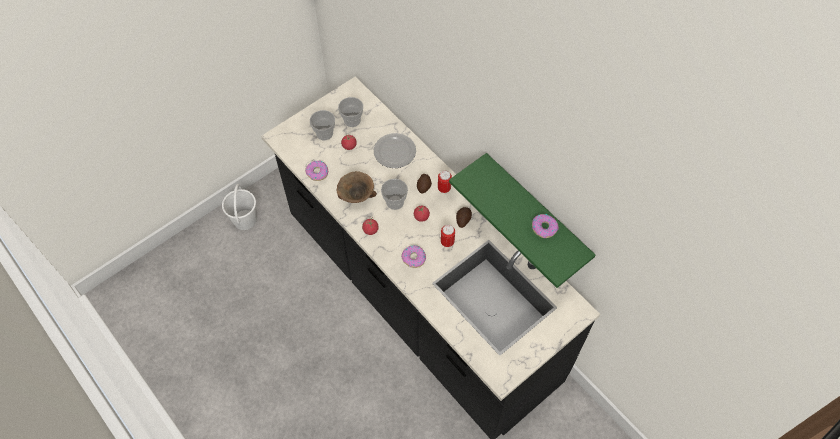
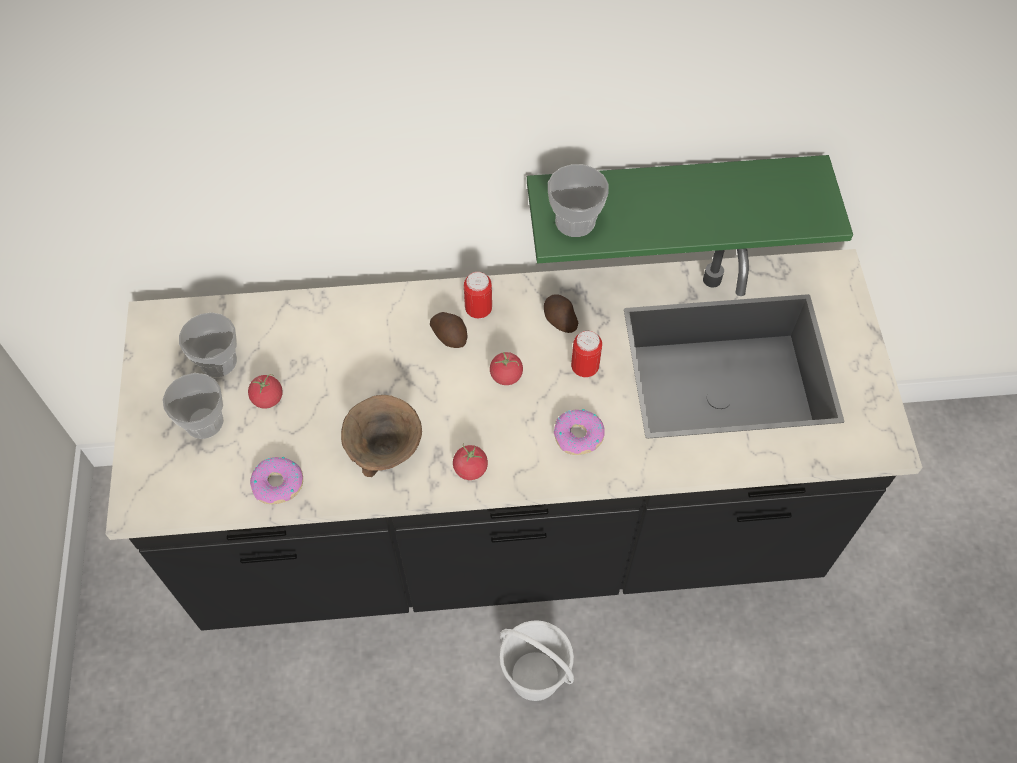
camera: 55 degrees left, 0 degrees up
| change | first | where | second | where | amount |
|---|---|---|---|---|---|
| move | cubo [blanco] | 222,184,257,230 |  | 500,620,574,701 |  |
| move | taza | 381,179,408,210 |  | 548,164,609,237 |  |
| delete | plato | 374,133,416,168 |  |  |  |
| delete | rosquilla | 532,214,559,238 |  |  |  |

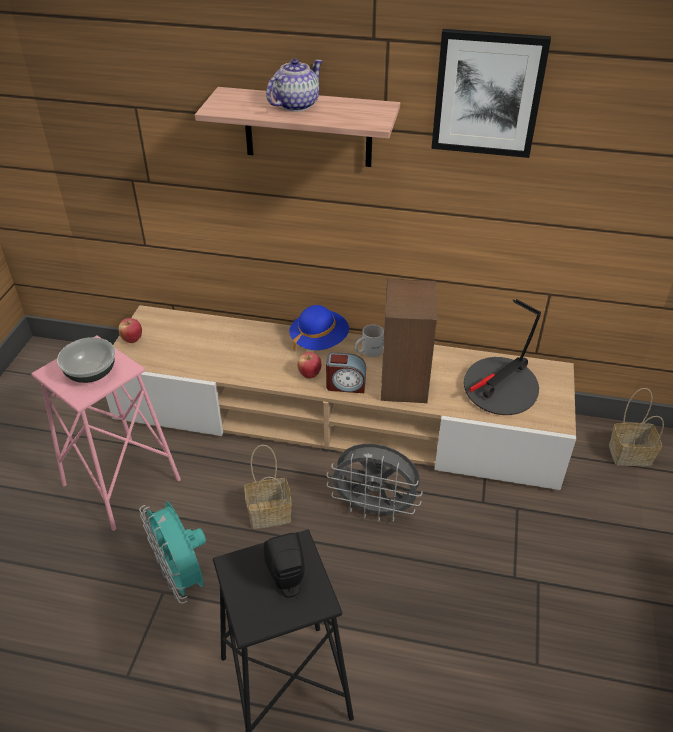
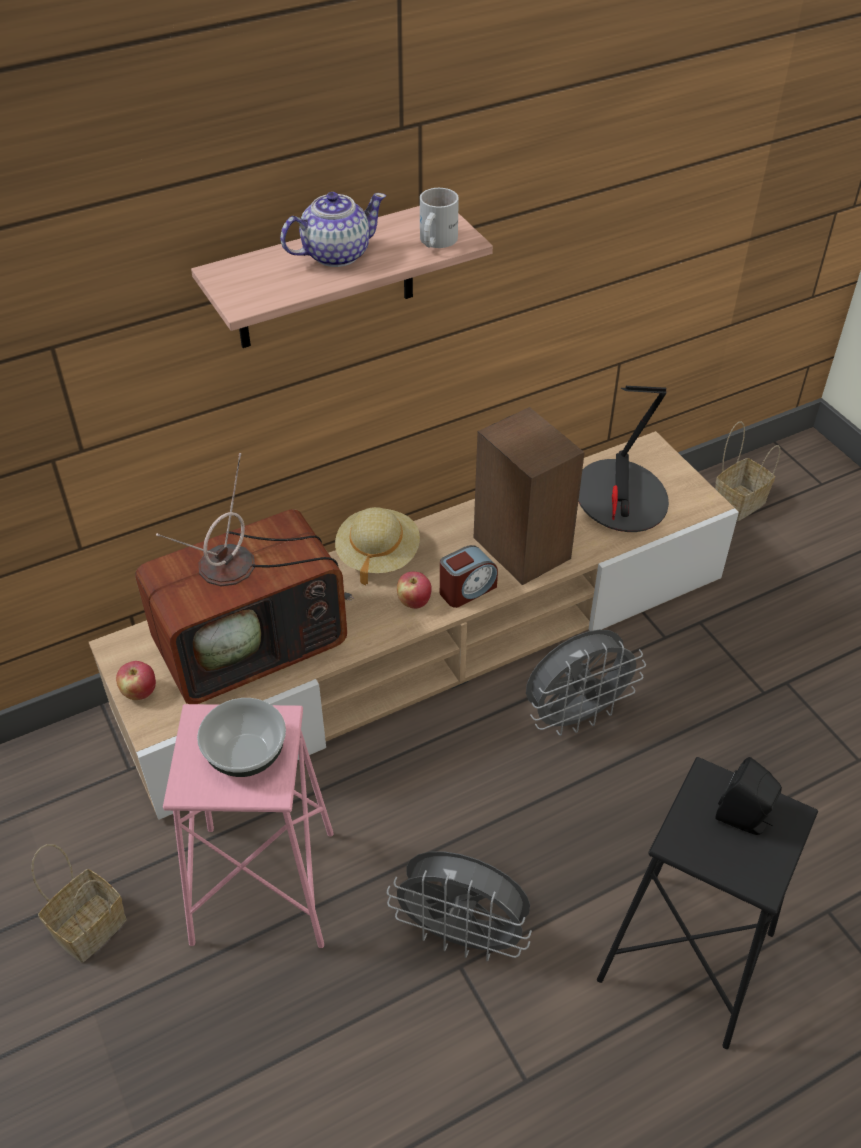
camera: 40 degrees left, 5 degrees up
| change | first | where | second | where | amount |
|---|---|---|---|---|---|
| move | cesta | 244,445,292,529 |  | 31,844,127,963 |  |
| insert |  |  | televisor | 135,453,354,704 |  |
| rotate | tetera | 266,58,322,112 |  | 280,192,386,267 | 60 degrees clockwise |
| recolor | sombrero [azul] | 290,305,349,352 | sombrero [beis] | 335,507,420,586 |  |
| recolor | ventilador [turquesa] | 139,501,206,604 | ventilador [gris] | 387,852,532,962 |  |
| move | taza grande [blanco] | 355,324,384,357 |  | 420,188,459,248 |  |
| delete | cuadro | 431,29,551,158 |  |  |  |

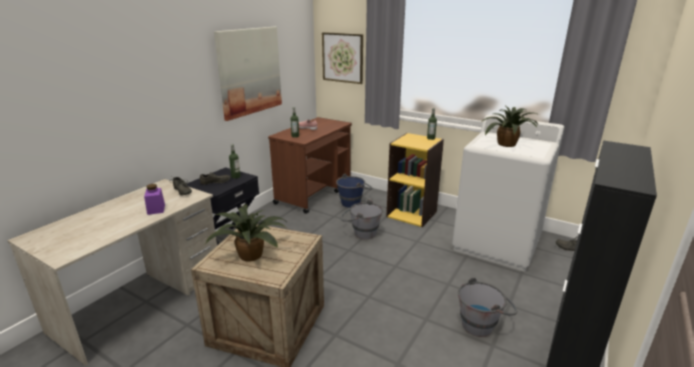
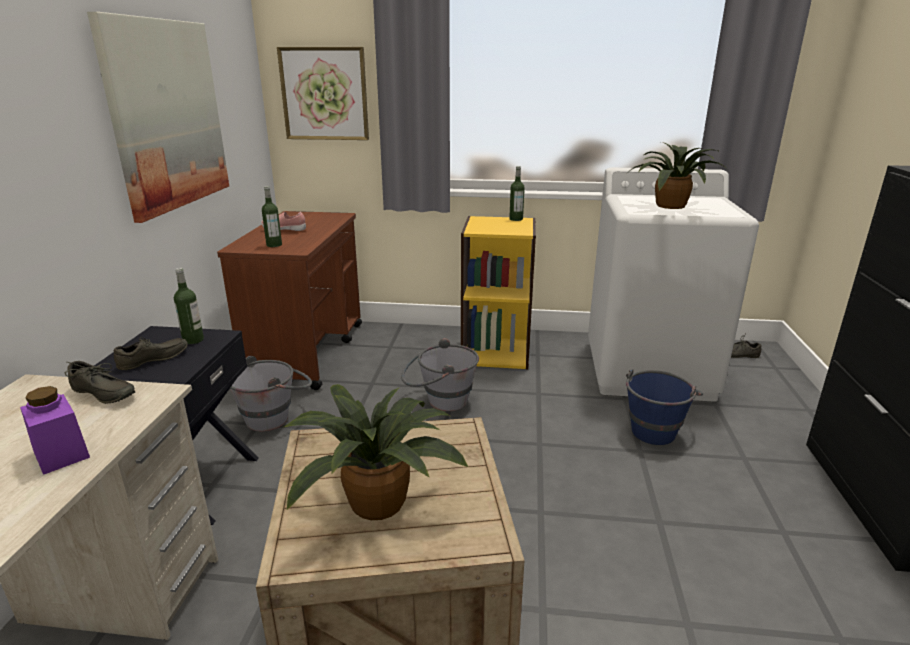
camera: 25 degrees left, 0 degrees up
| change | first | where | second | where | amount |
|---|---|---|---|---|---|
| move | cubo [gris] | 458,277,517,337 |  | 230,356,312,431 |  |
| move | cubo [azul] | 336,174,372,208 |  | 626,369,703,445 |  |

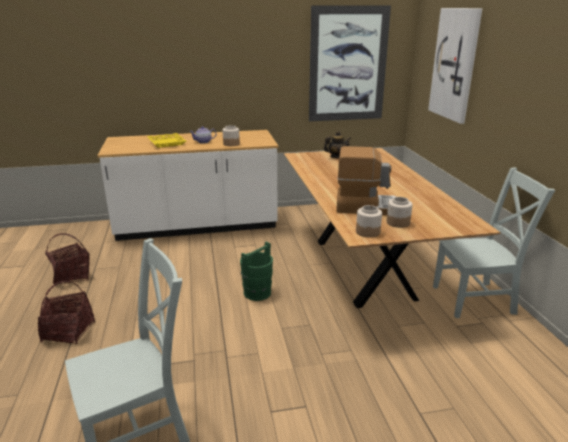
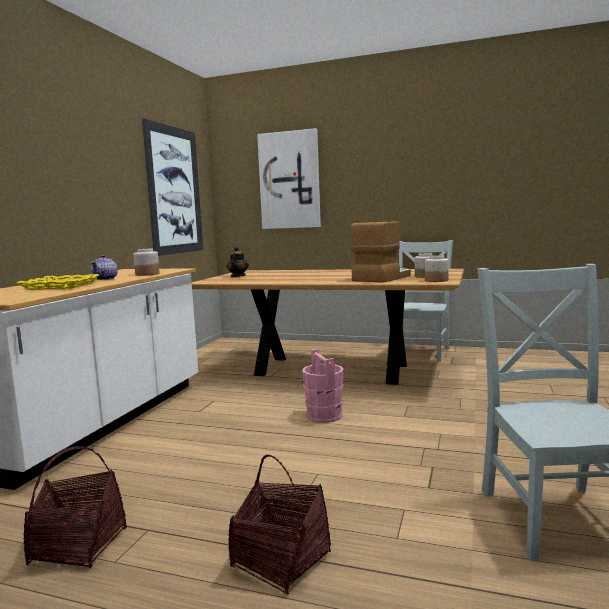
camera: 60 degrees left, 15 degrees down
| change | first | where | second | where | amount |
|---|---|---|---|---|---|
| recolor | cubo [verde] | 240,242,273,301 | cubo [rosa] | 302,349,344,423 |  |

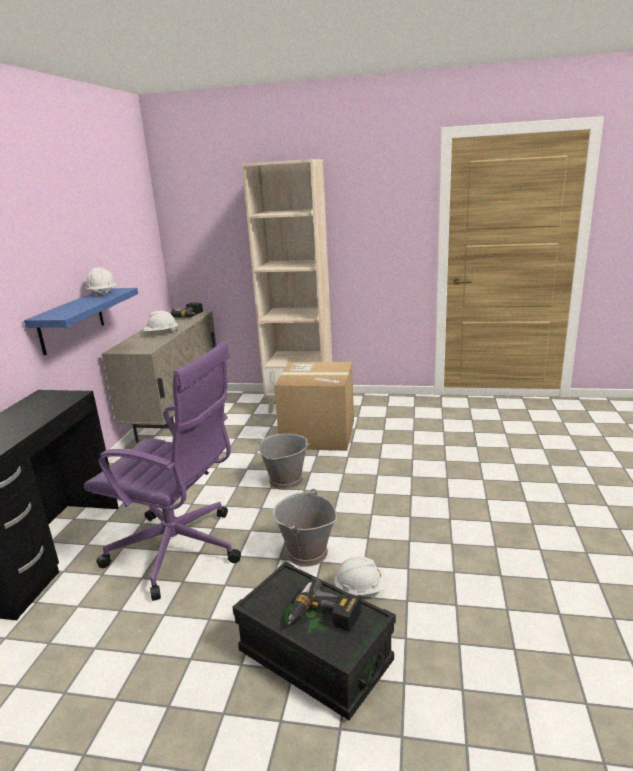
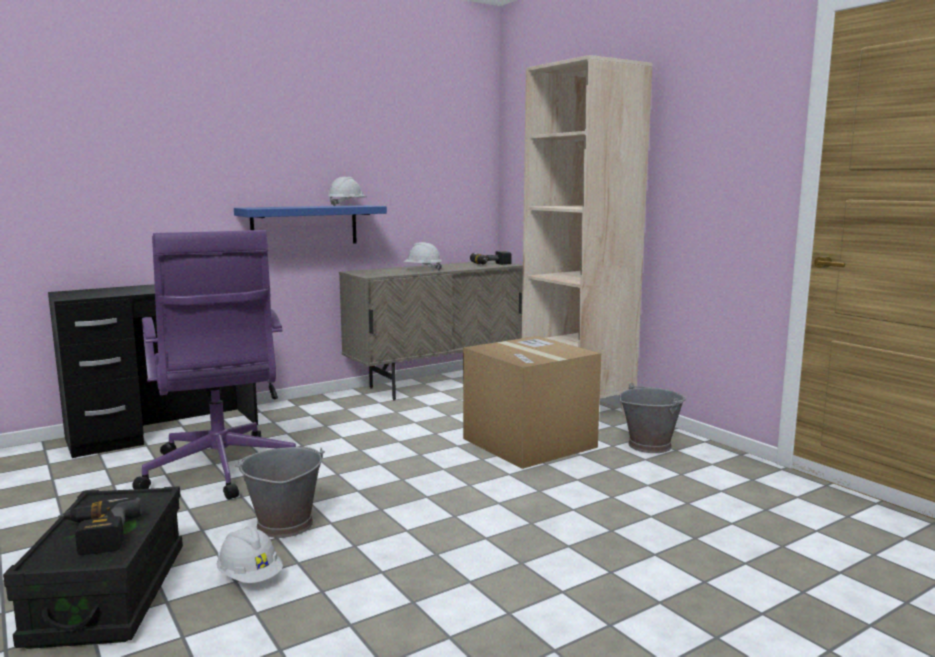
camera: 45 degrees right, 10 degrees down
| change | first | where | second | where | amount |
|---|---|---|---|---|---|
| move | cubo [gris] | 258,434,310,490 |  | 619,383,686,453 |  |

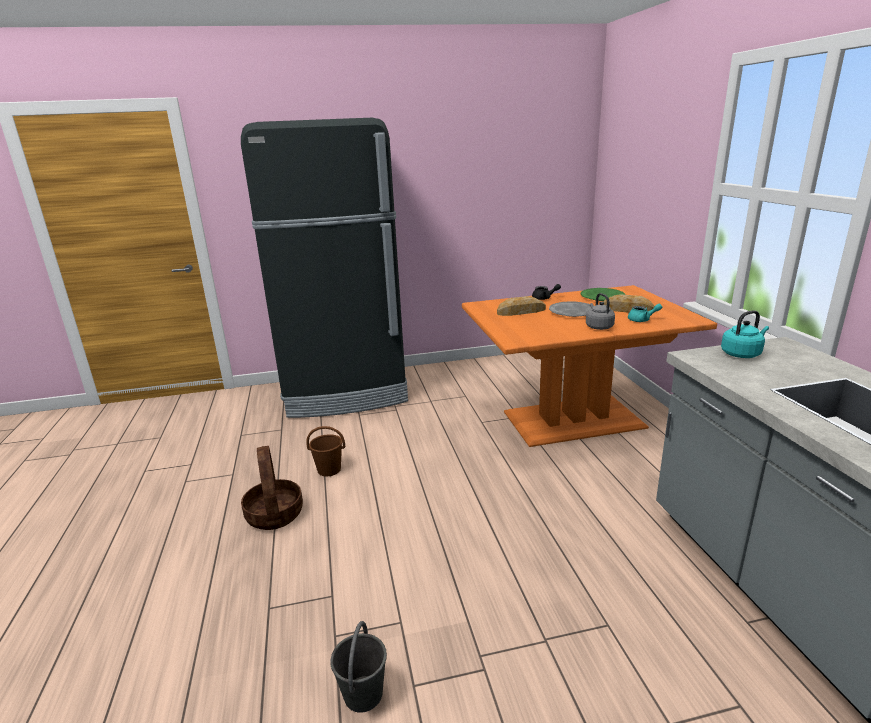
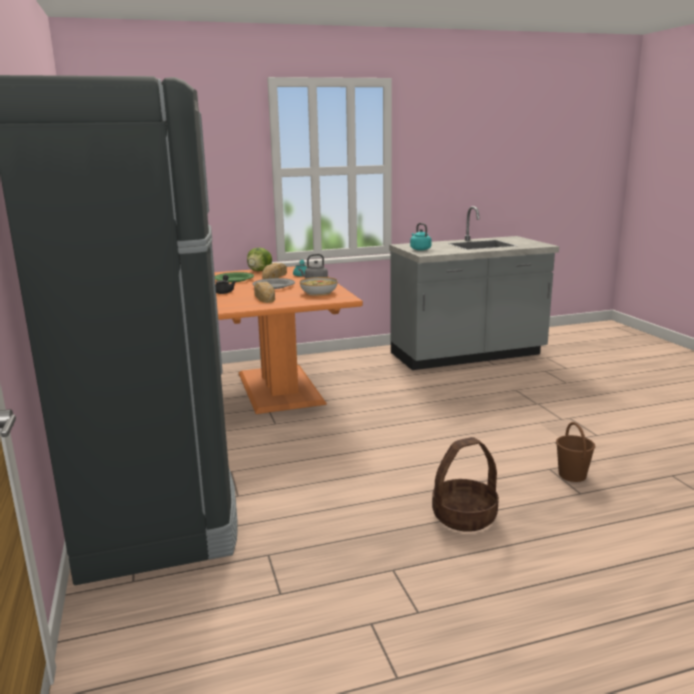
camera: 95 degrees left, 5 degrees down
| change | first | where | second | where | amount |
|---|---|---|---|---|---|
| insert |  |  | lechuga | 247,247,272,271 |  |
| insert |  |  | cuenco | 300,277,338,296 |  |
| move | cubo [marrón] | 306,426,345,476 |  | 556,422,595,482 |  |
| delete | cubo [gris] | 330,621,387,713 |  |  |  |

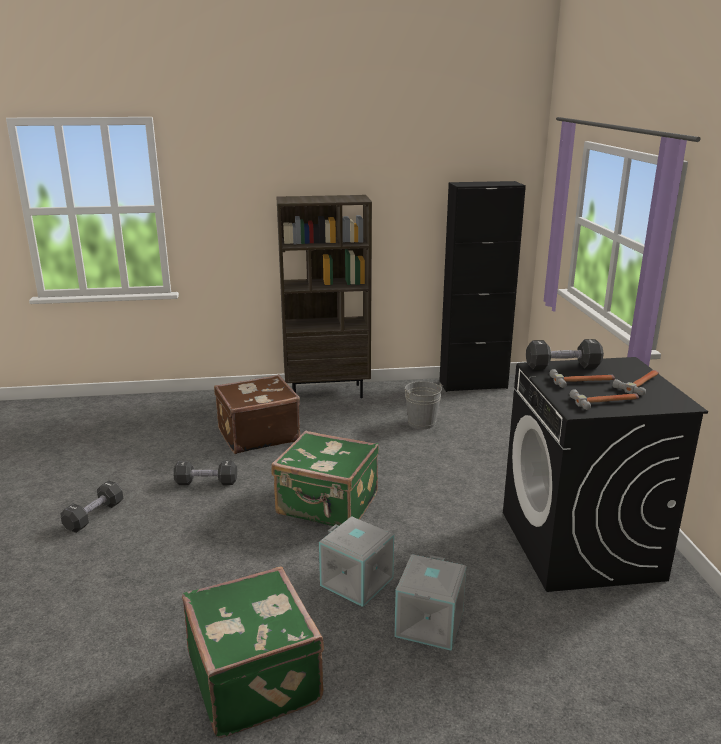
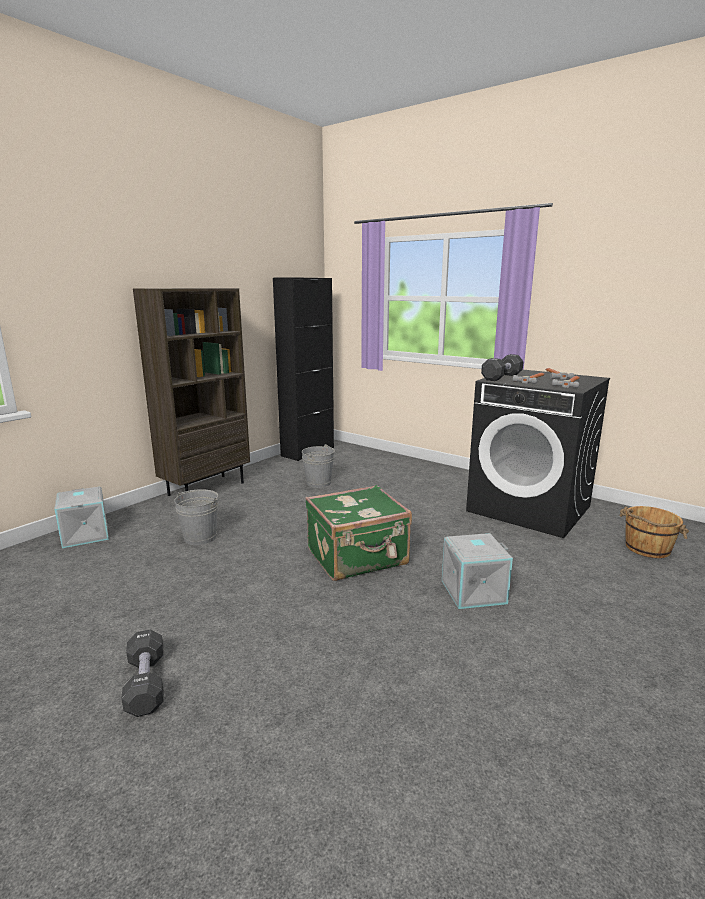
camera: 45 degrees left, 5 degrees down
| change | first | where | second | where | amount |
|---|---|---|---|---|---|
| move | caja de almacenaje [gris] | 394,554,466,651 |  | 54,487,109,548 |  |
| replace | maleta [marrón] | 214,374,300,454 | cubo [gris] | 174,489,218,545 |  |
| insert |  |  | cubo [marrón] | 619,506,689,558 |  |
| delete | mancuerna [negro] | 173,461,237,485 |  |  |  |
| delete | maleta [verde] | 182,567,324,738 |  |  |  |

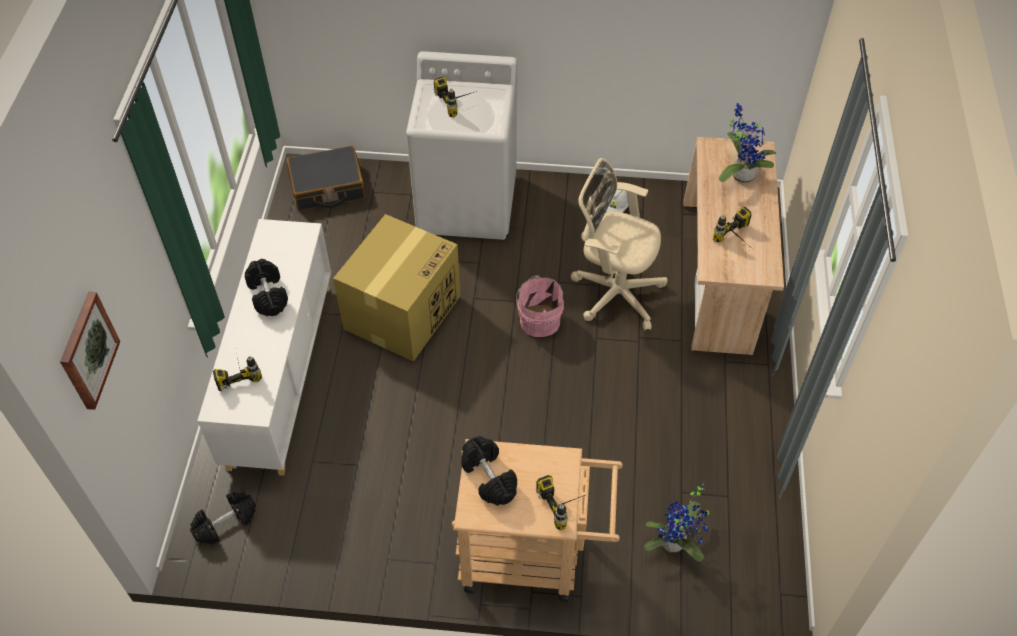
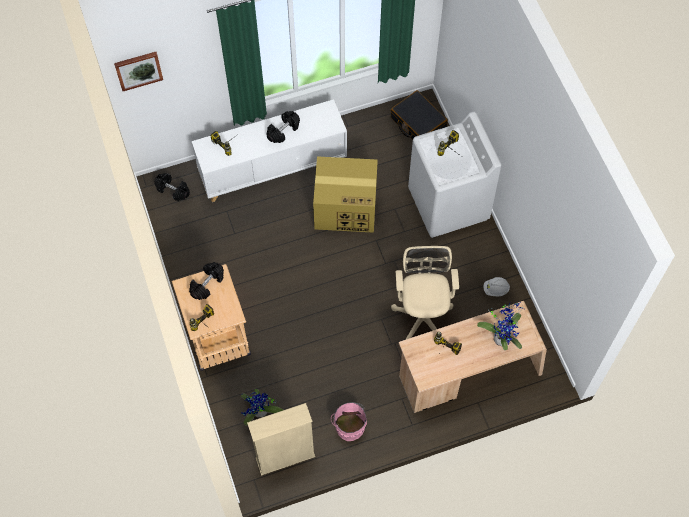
camera: 65 degrees right, 10 degrees up
| change | first | where | second | where | amount |
|---|---|---|---|---|---|
| insert |  |  | estantería [beis] | 247,403,315,476 |  |
| move | cubo [rosa] | 516,275,564,337 |  | 331,402,367,441 |  |

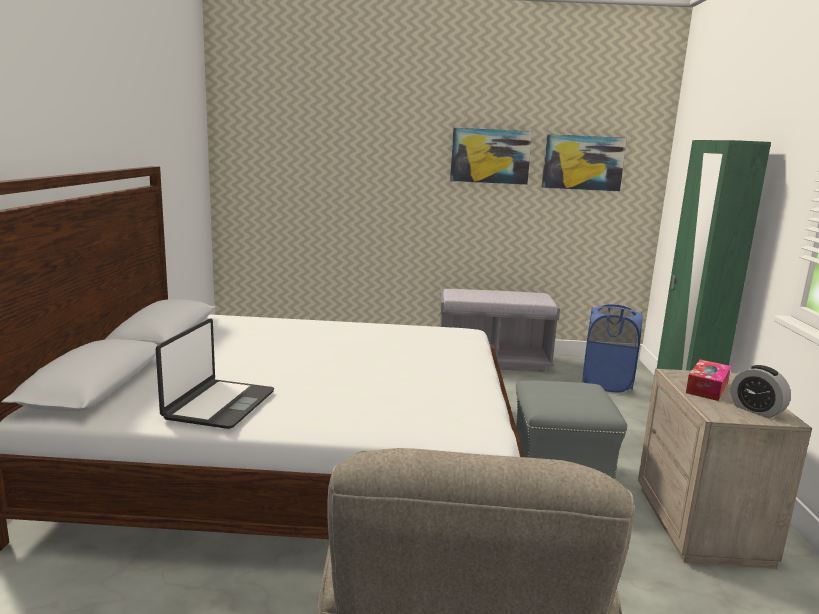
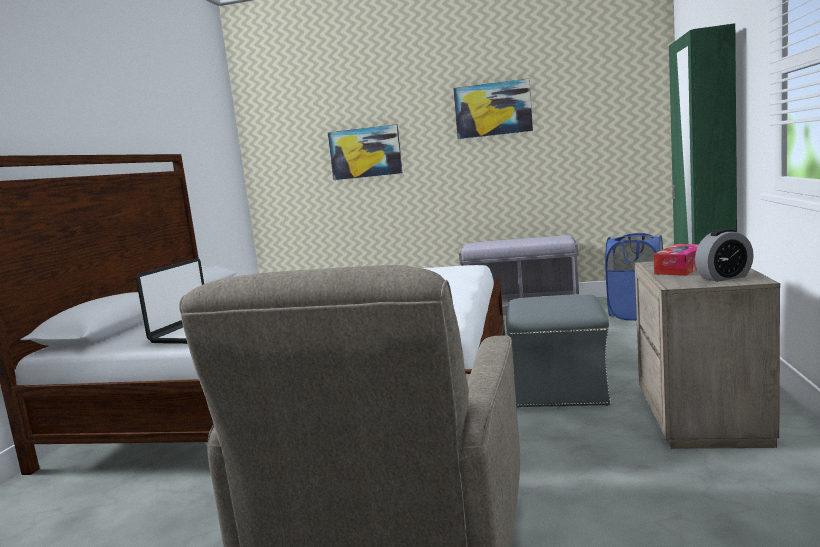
camera: 10 degrees right, 5 degrees down
| change | first | where | second | where | amount |
|---|---|---|---|---|---|
| move | cuadro | 542,134,627,191 |  | 328,124,403,180 |  |
| rotate | despertador | 730,365,791,418 |  | 695,229,754,282 | 75 degrees counterclockwise |

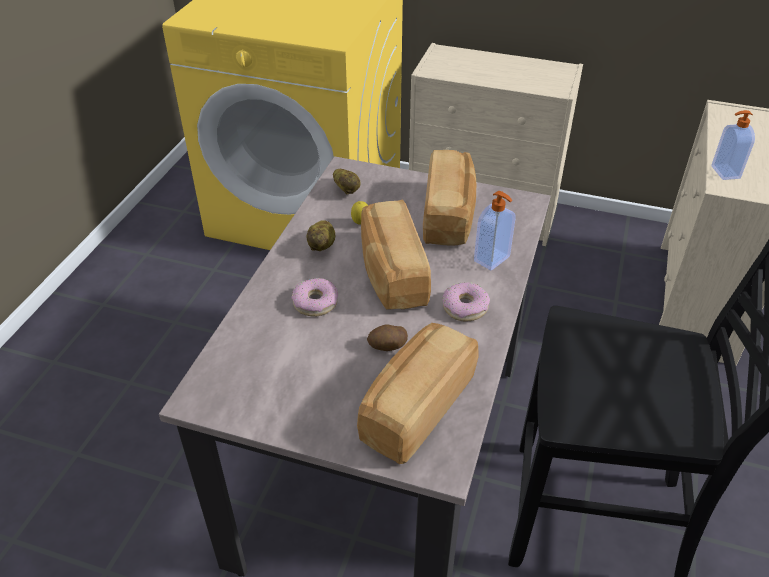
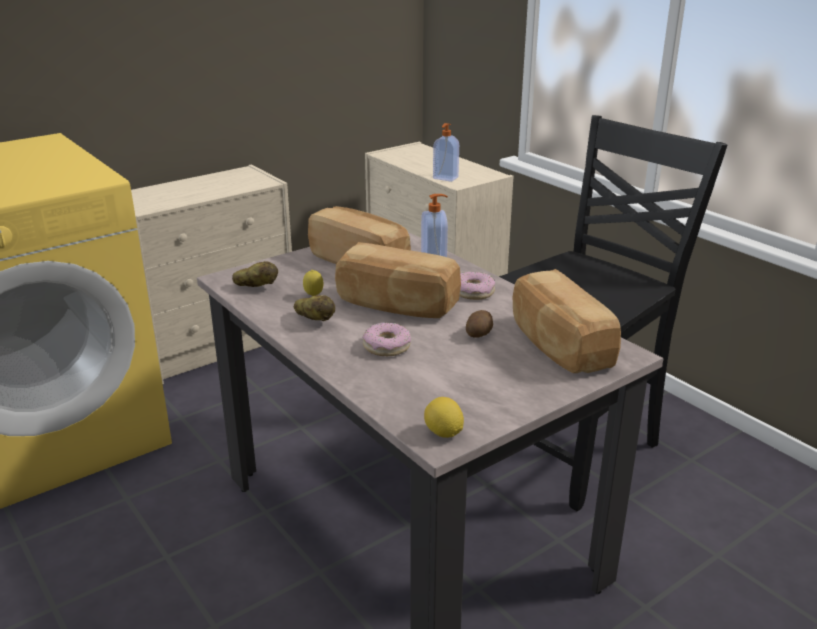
camera: 55 degrees left, 15 degrees down
| change | first | where | second | where | amount |
|---|---|---|---|---|---|
| insert |  |  | limón | 424,397,464,438 |  |

